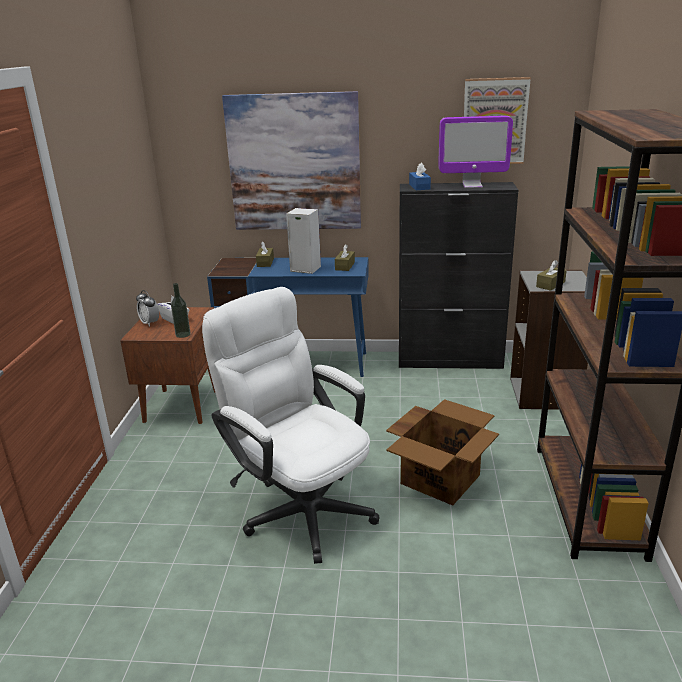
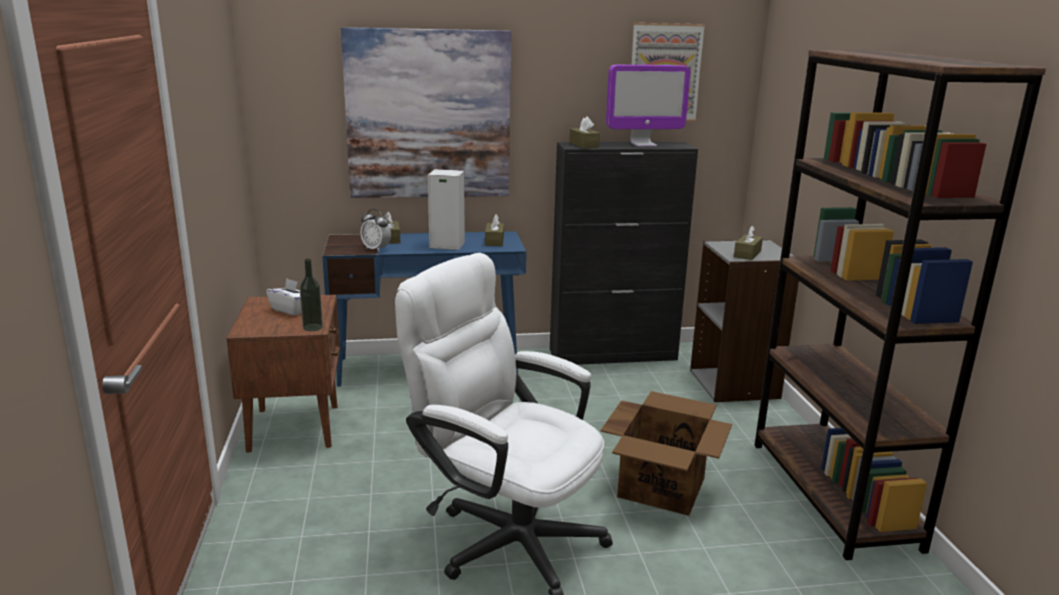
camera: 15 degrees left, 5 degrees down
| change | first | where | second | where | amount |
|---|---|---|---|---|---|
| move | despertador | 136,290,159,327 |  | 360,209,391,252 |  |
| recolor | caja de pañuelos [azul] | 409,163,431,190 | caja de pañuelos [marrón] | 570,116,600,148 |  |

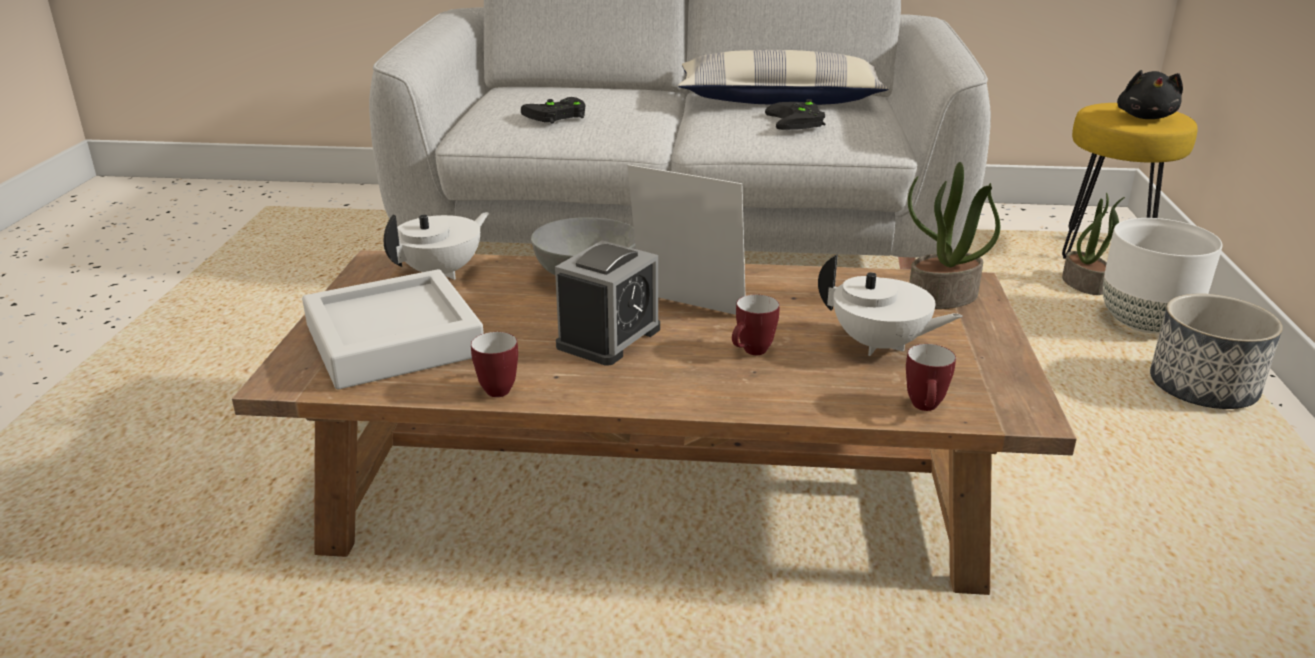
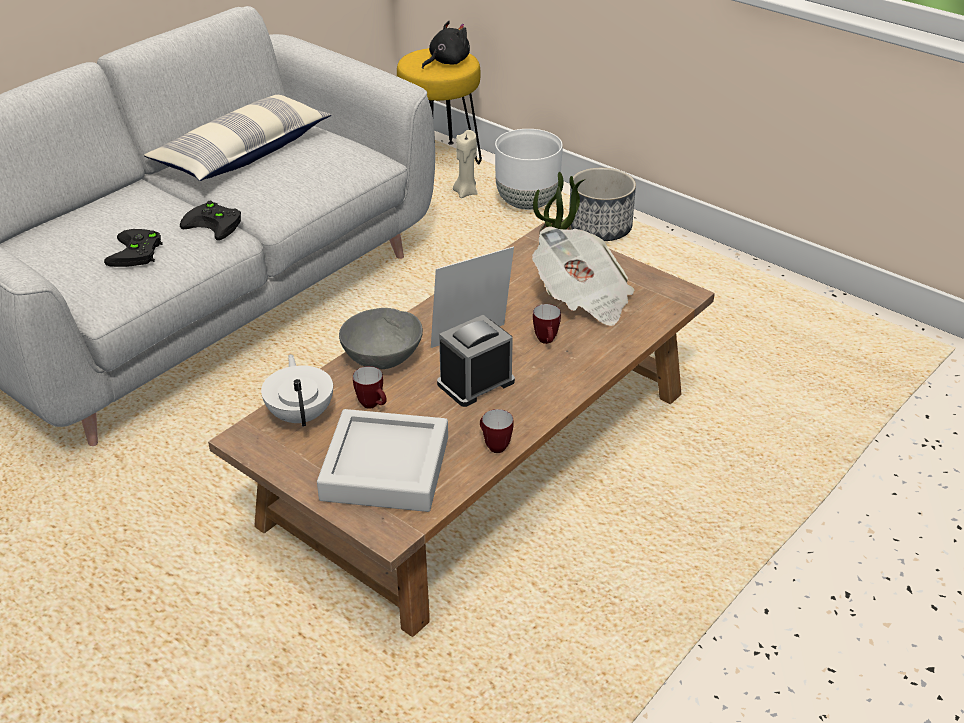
camera: 55 degrees left, 10 degrees up
| change | first | where | second | where | amount |
|---|---|---|---|---|---|
| move | mando de consola [negro] | 765,99,825,130 |  | 180,201,241,240 |  |
| move | taza grande | 906,344,956,411 |  | 353,366,387,409 |  |
| rotate | peluche [negro] | 1117,70,1183,119 |  | 422,21,470,69 | 90 degrees counterclockwise |
| rotate | despertador | 555,240,660,365 |  | 437,315,515,407 | 105 degrees counterclockwise |
| replace | planta en maceta | 1062,193,1125,295 | vela [beis] | 453,130,477,198 |  |
| replace | tetera [blanco] | 818,254,963,356 | periódico | 532,226,634,326 |  |

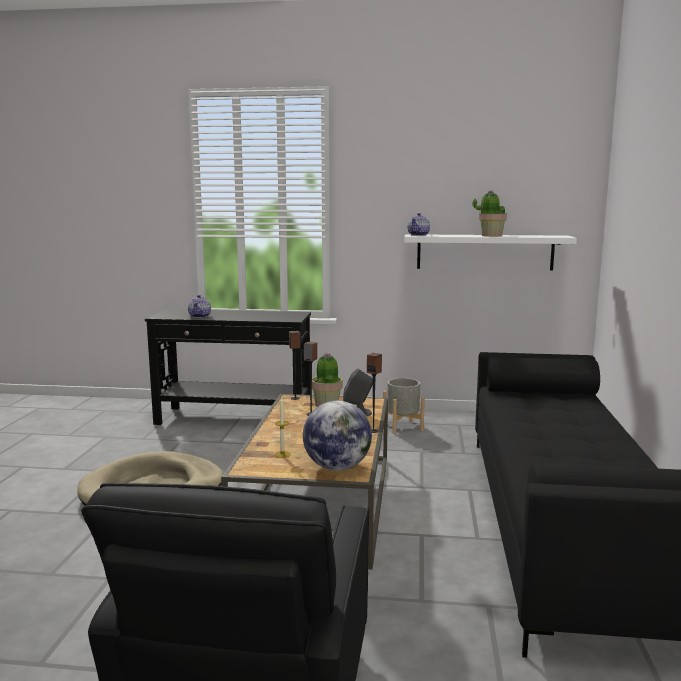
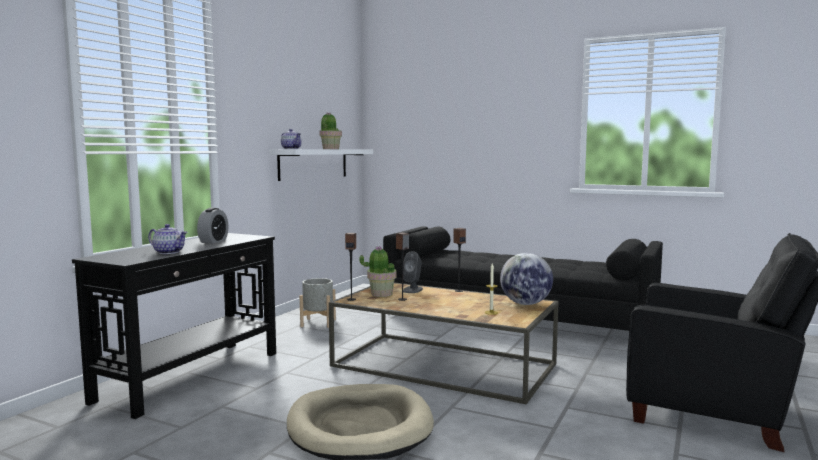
camera: 70 degrees left, 5 degrees down
| change | first | where | second | where | amount |
|---|---|---|---|---|---|
| insert |  |  | despertador | 197,208,228,243 |  |

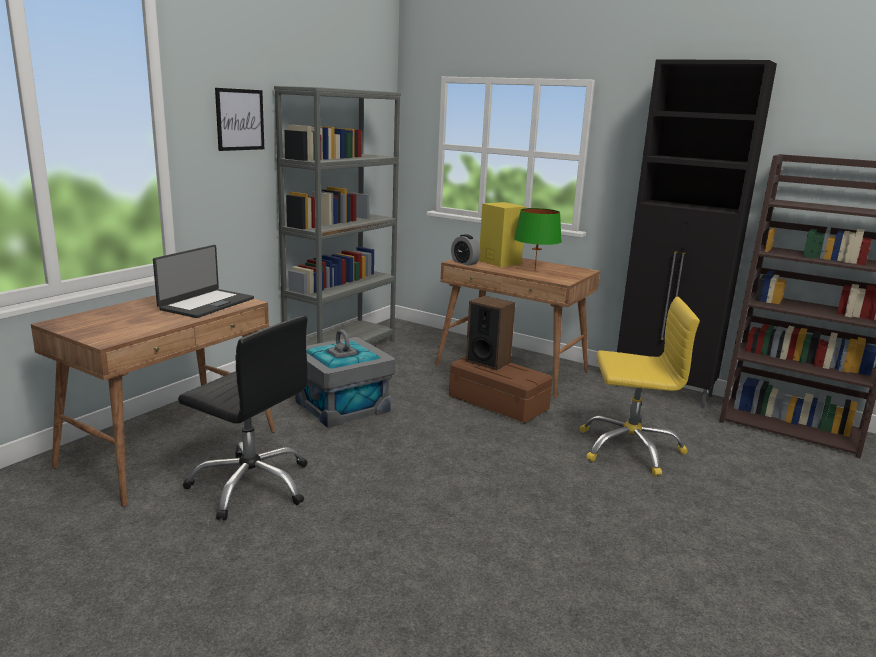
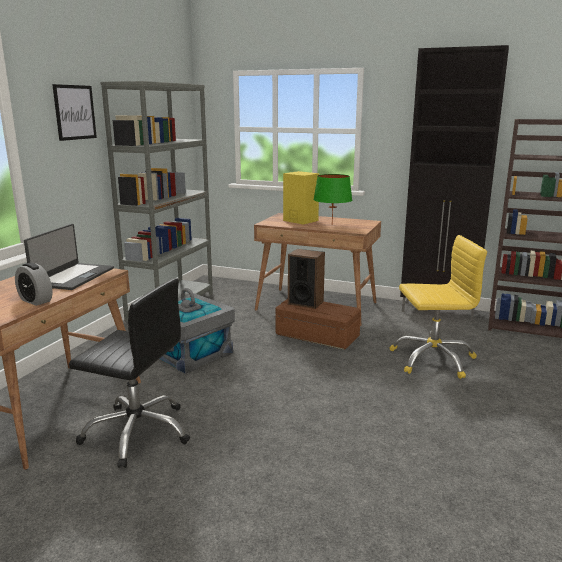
camera: 10 degrees left, 0 degrees up
| change | first | where | second | where | amount |
|---|---|---|---|---|---|
| move | despertador | 451,234,480,266 |  | 15,263,53,306 |  |

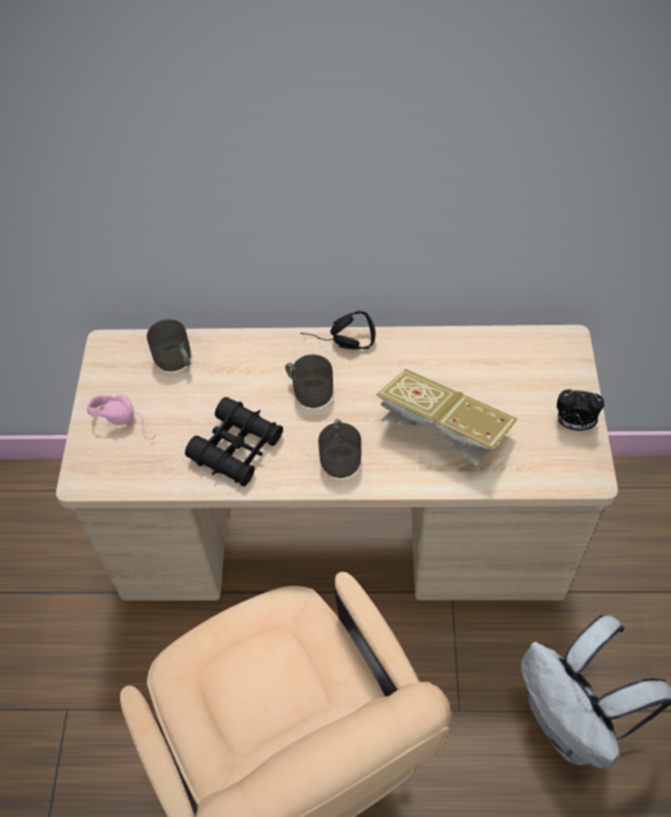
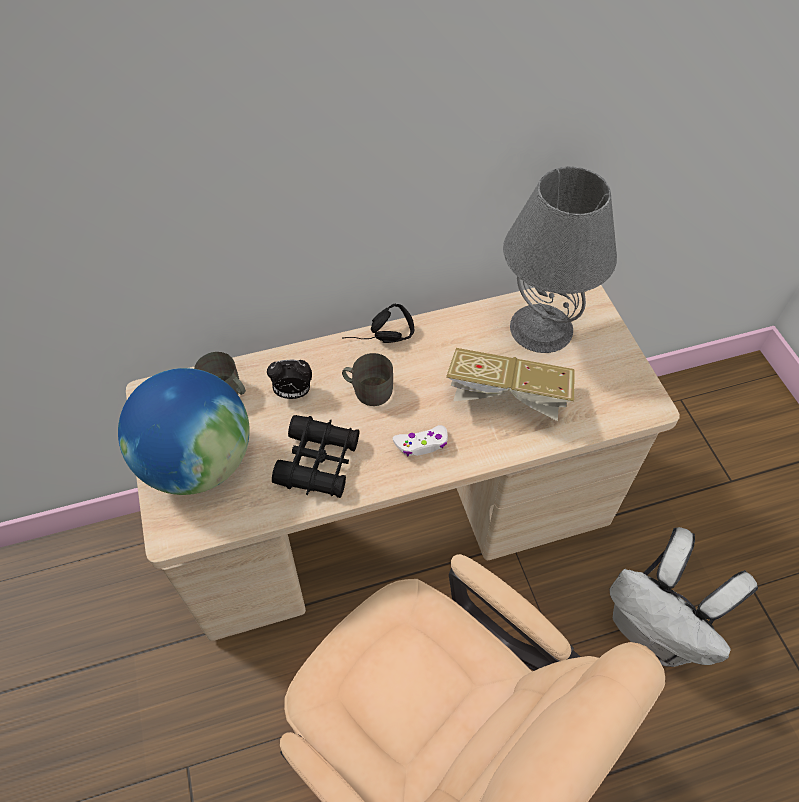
camera: 20 degrees left, 0 degrees up
| change | first | where | second | where | amount |
|---|---|---|---|---|---|
| replace | auriculares [rosa] | 87,395,156,439 | globo terráqueo | 118,368,250,495 |  |
| move | despertador | 557,389,604,431 |  | 267,360,312,399 |  |
| replace | taza grande [gris] | 318,419,361,478 | mando de consola [blanco] | 393,425,448,456 |  |
| insert |  |  | lámpara de mesa [gris] | 503,167,617,353 |  |

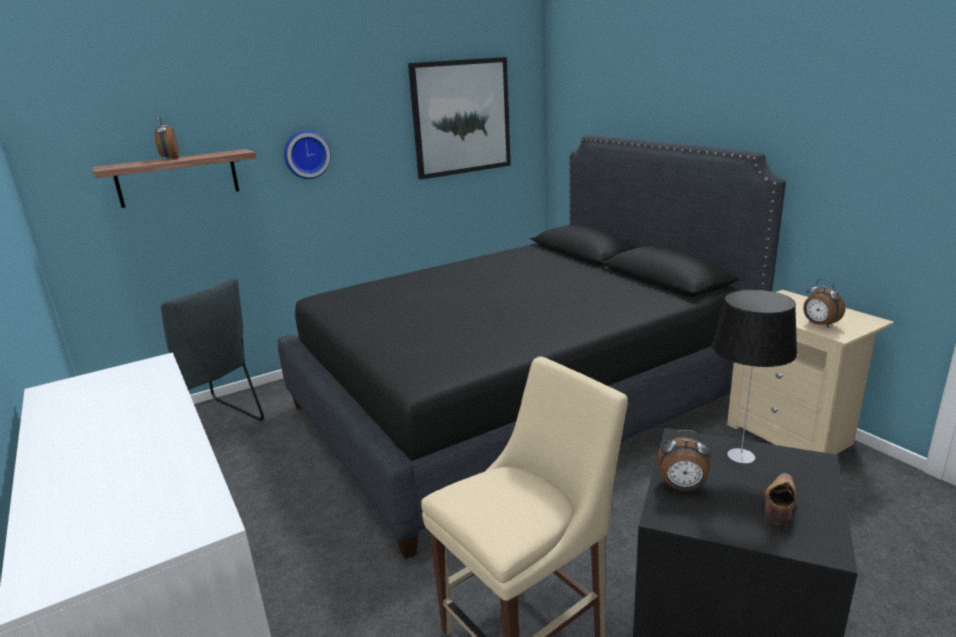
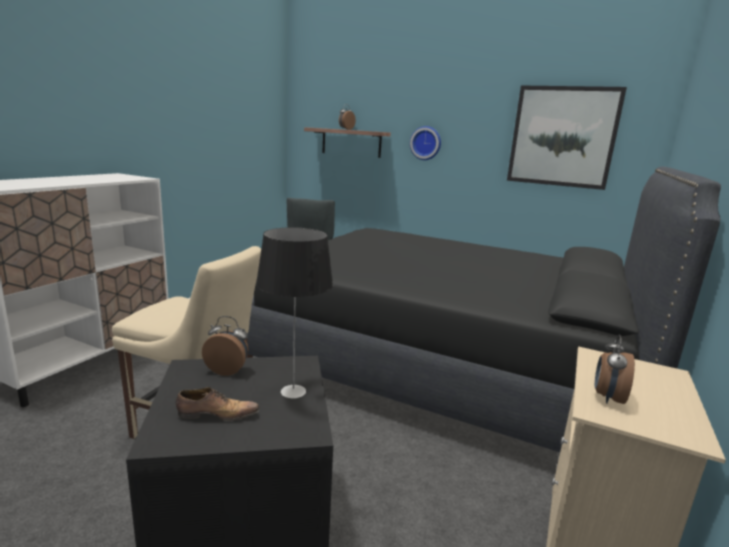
camera: 55 degrees right, 5 degrees down
| change | first | where | second | where | amount |
|---|---|---|---|---|---|
| rotate | despertador | 657,430,711,491 |  | 202,316,248,376 | 120 degrees clockwise |

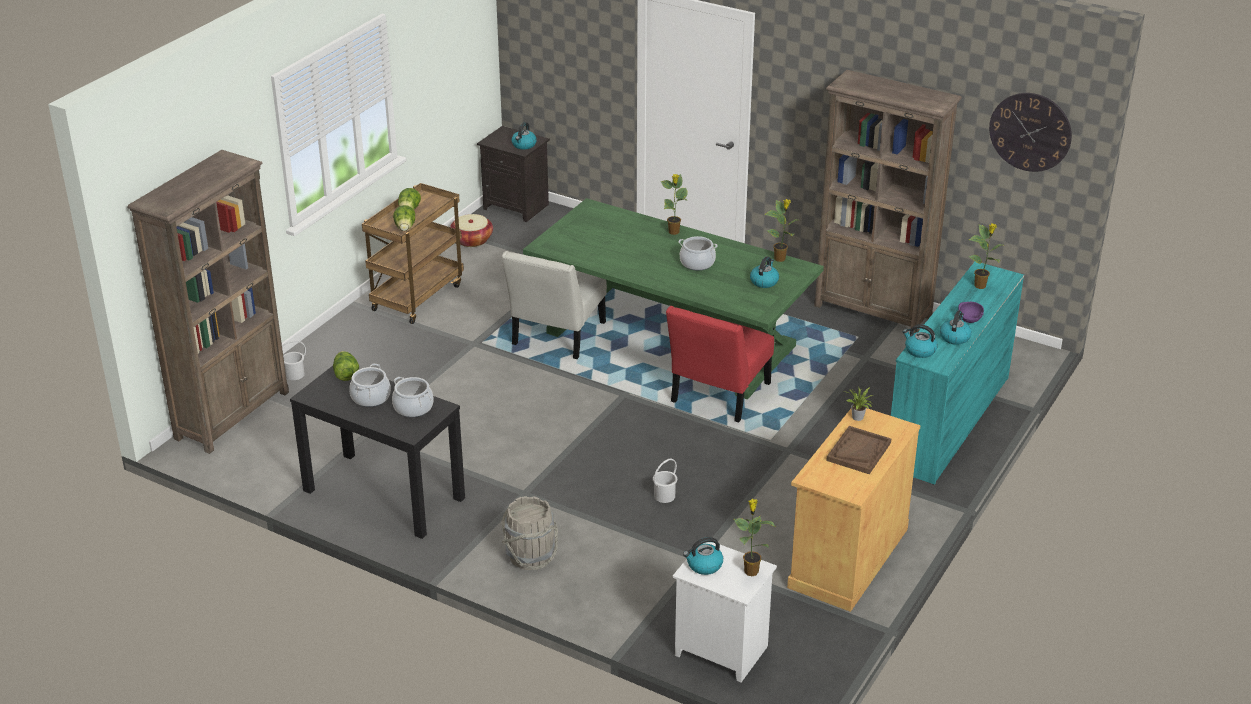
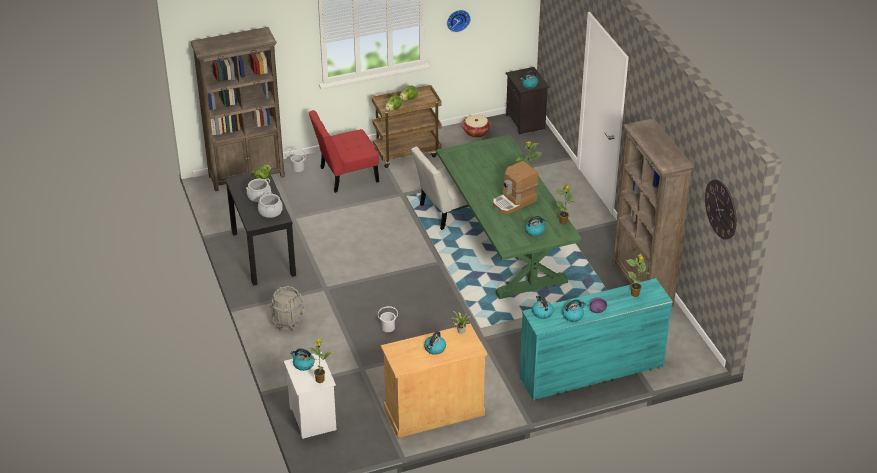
camera: 40 degrees right, 5 degrees up
| change | first | where | second | where | amount |
|---|---|---|---|---|---|
| move | silla [rojo] | 666,306,774,422 |  | 309,110,379,193 |  |
| replace | bandeja [marrón] | 826,426,891,474 | hervidor | 424,331,446,355 |  |
| insert |  |  | reloj de pared | 447,10,470,32 |  |
| replace | olla | 678,236,718,271 | cafetera | 493,161,538,214 |  |

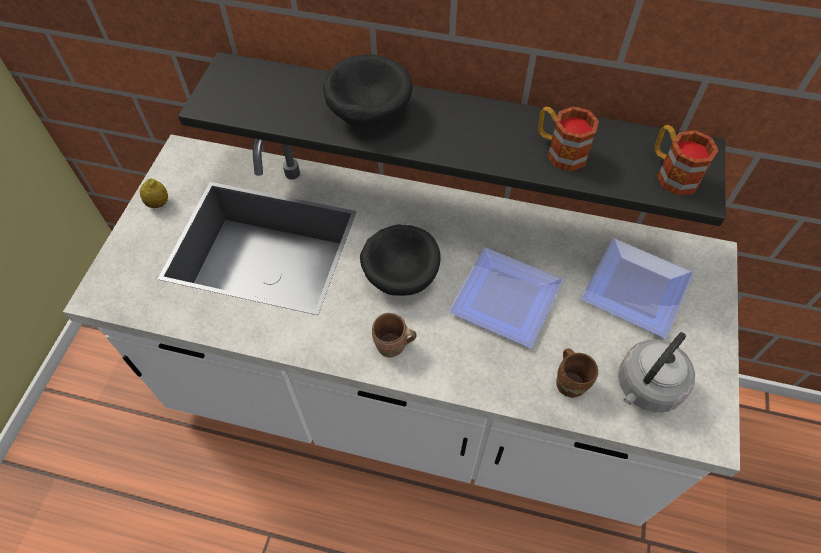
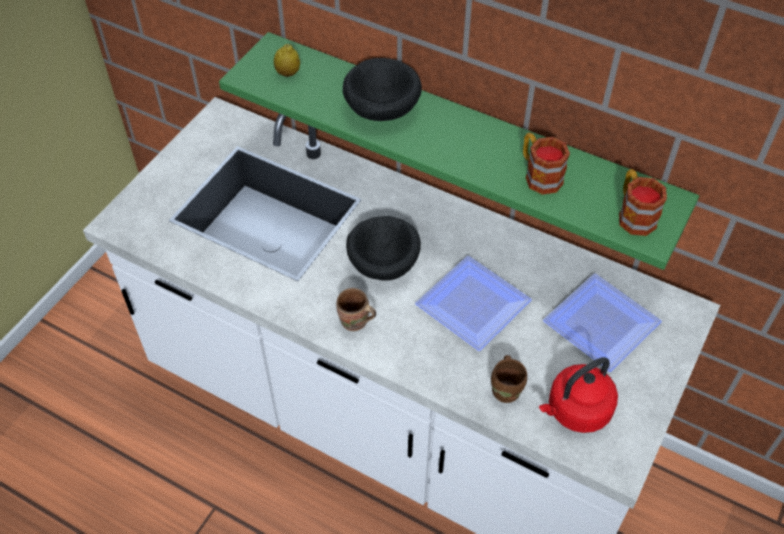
camera: 15 degrees right, 5 degrees down
| change | first | where | second | where | amount |
|---|---|---|---|---|---|
| recolor | estante [negro] | 178,52,725,226 | estante [verde] | 219,32,699,270 |  |
| move | limón | 140,178,168,208 |  | 274,44,300,77 |  |
| recolor | hervidor [gris] | 618,332,695,412 | hervidor [rojo] | 539,357,618,433 |  |

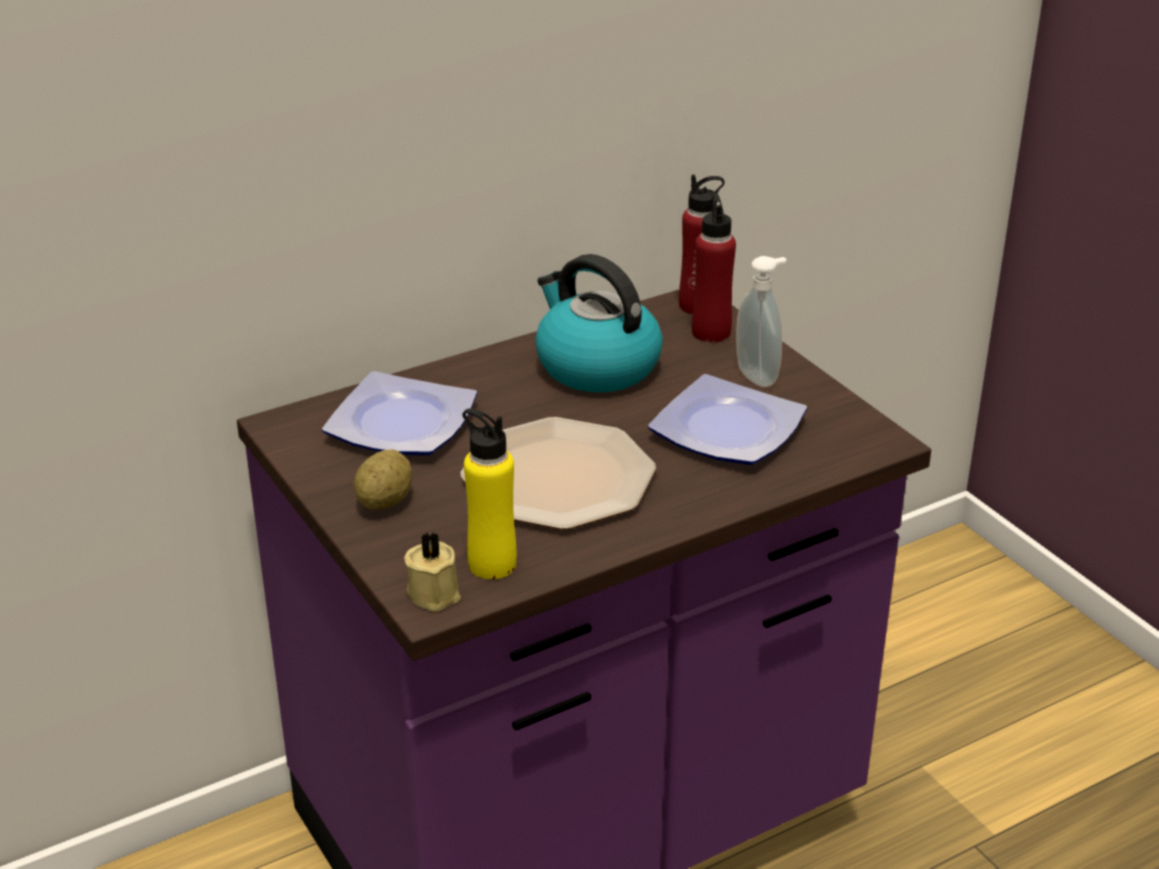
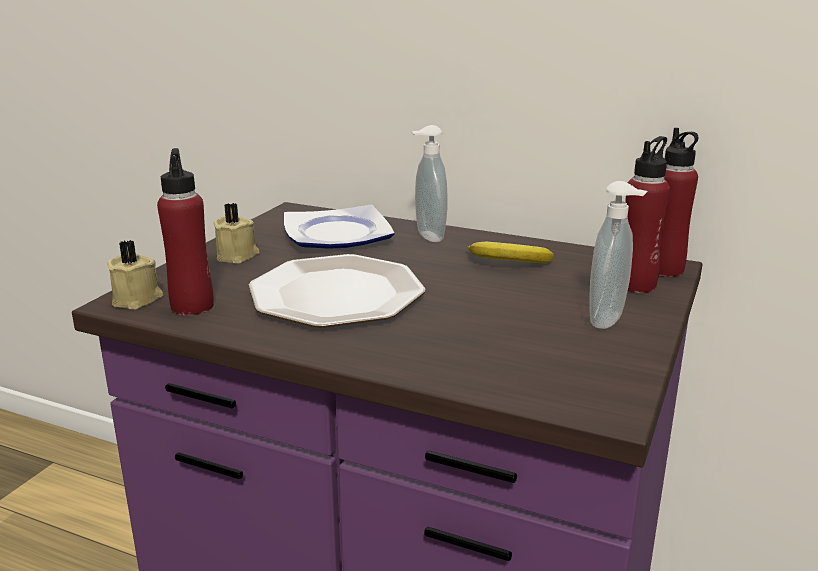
camera: 55 degrees right, 10 degrees down
| change | first | where | second | where | amount |
|---|---|---|---|---|---|
| recolor | botella [amarillo] | 462,409,517,579 | botella [rojo] | 157,148,214,315 |  |
| replace | patata | 353,450,412,510 | vela [beis] | 213,203,259,263 |  |
| insert |  |  | dispensador de jabón | 411,125,448,242 |  |
| replace | hervidor | 535,254,663,392 | plátano | 467,242,554,263 |  |
| delete | plato | 648,374,807,465 |  |  |  |

